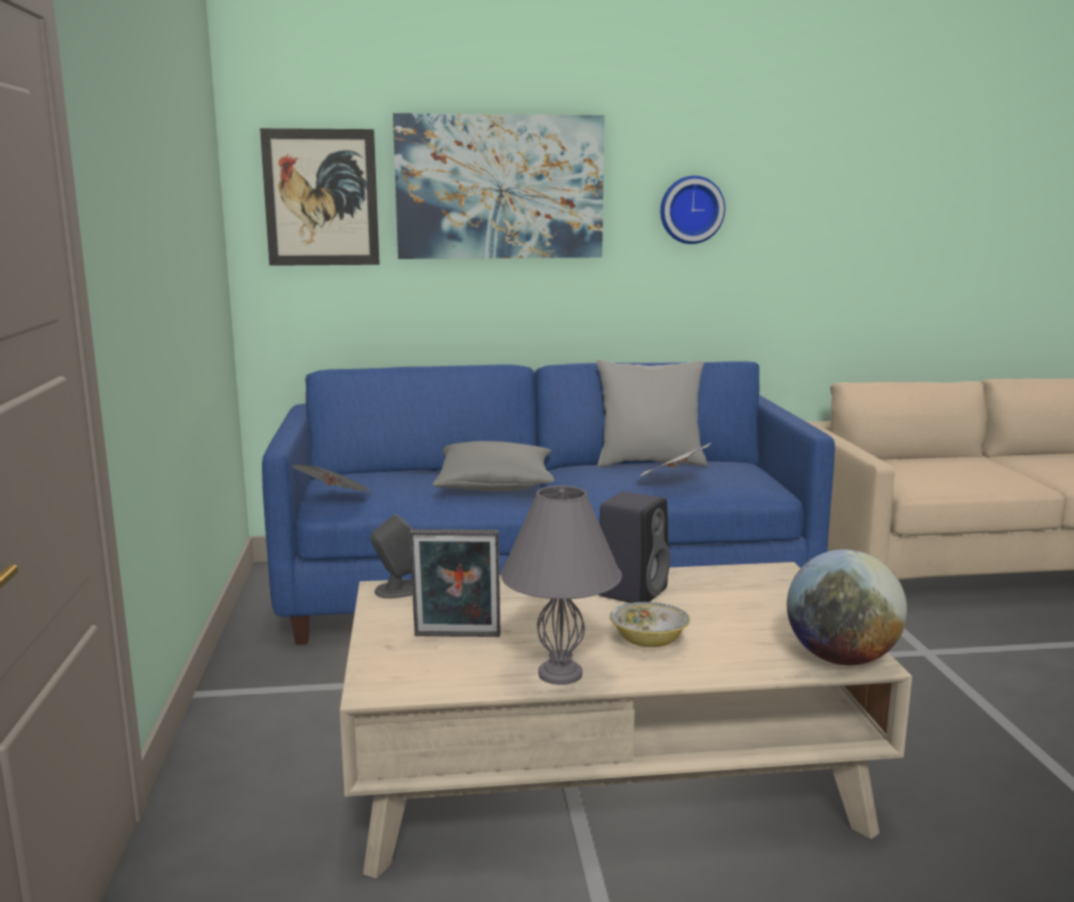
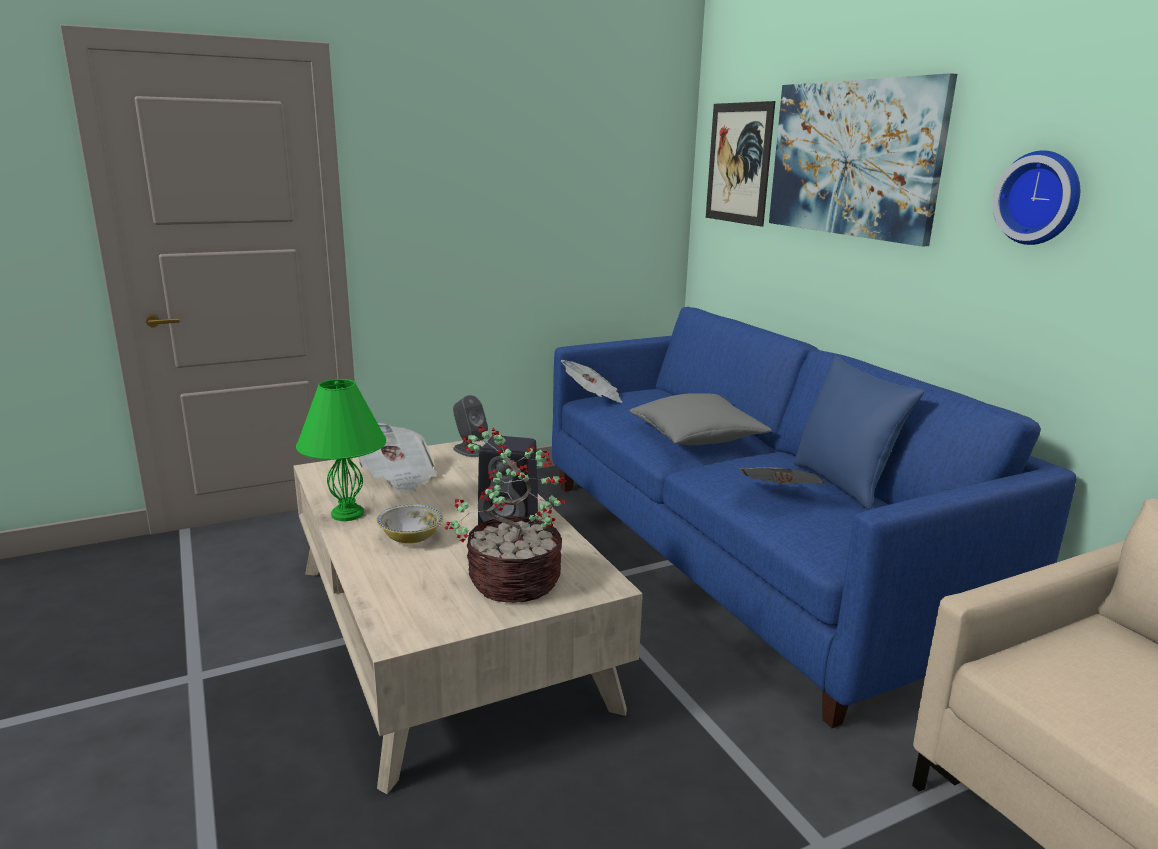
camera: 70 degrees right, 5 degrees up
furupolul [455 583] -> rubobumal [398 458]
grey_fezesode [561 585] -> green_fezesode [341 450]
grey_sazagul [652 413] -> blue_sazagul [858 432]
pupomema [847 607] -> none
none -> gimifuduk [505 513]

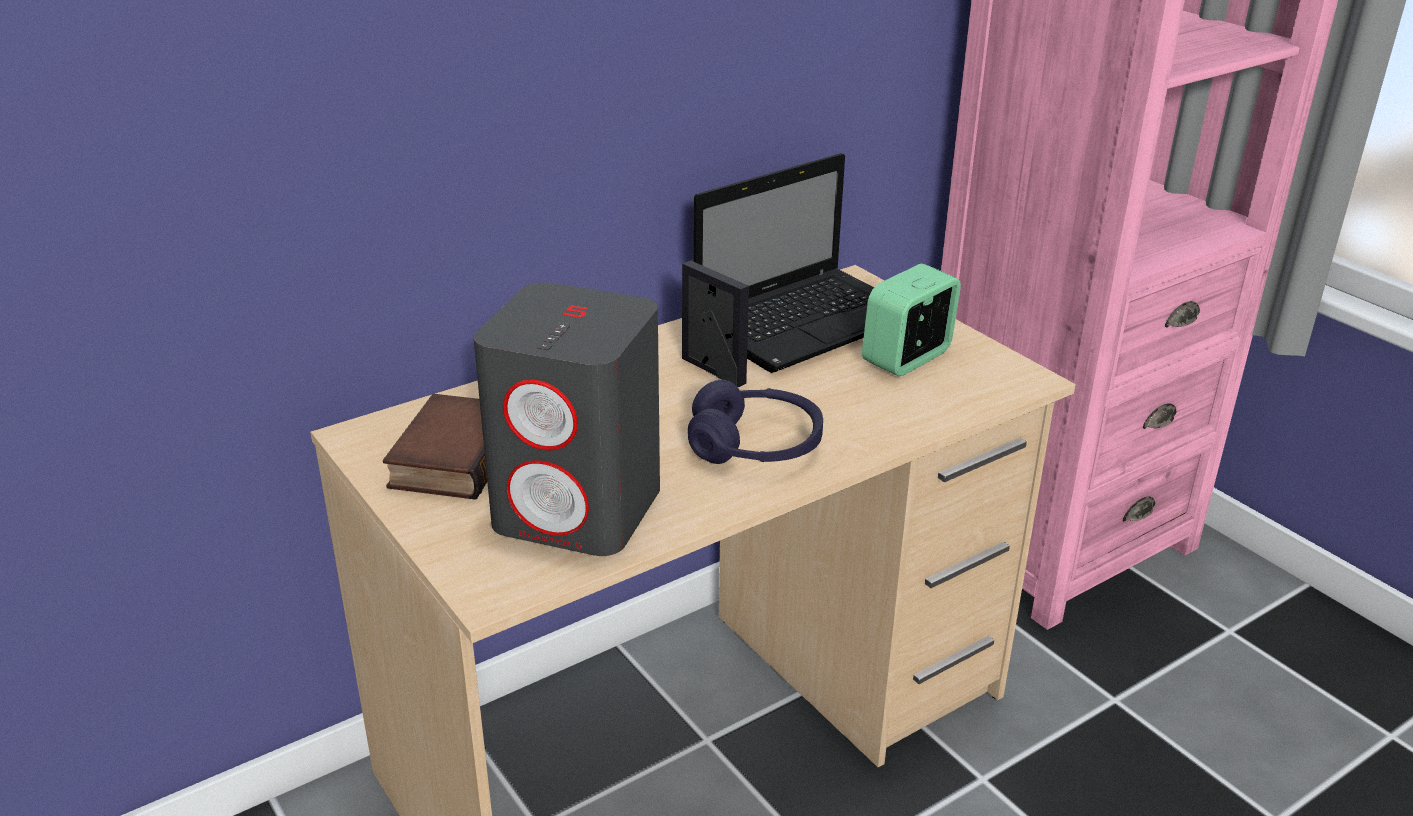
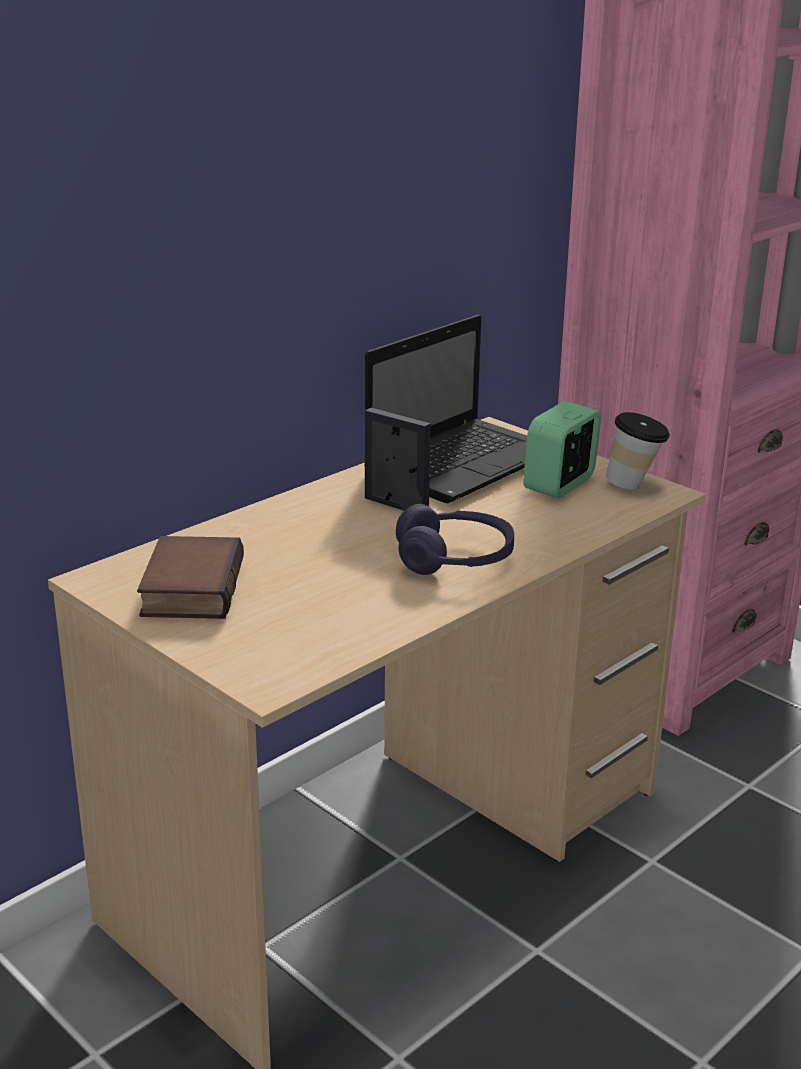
camera: 10 degrees left, 5 degrees down
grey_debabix [567 419] -> none
none -> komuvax [638 450]

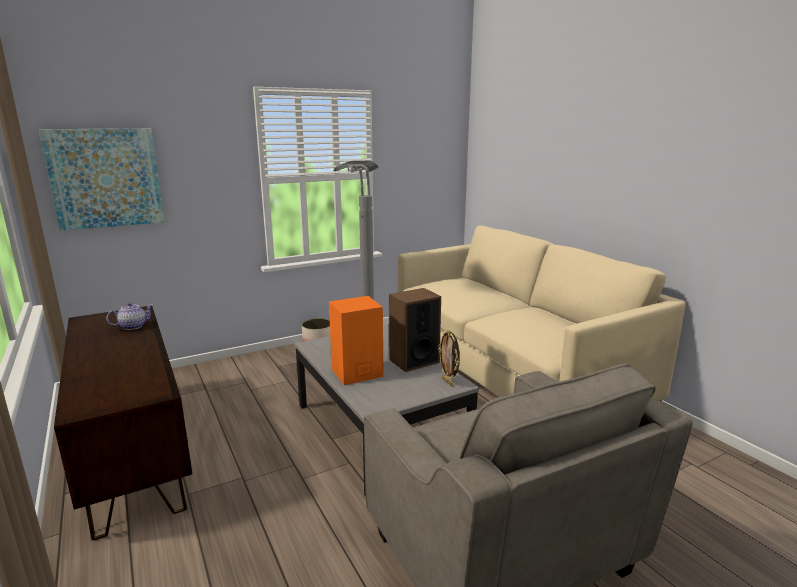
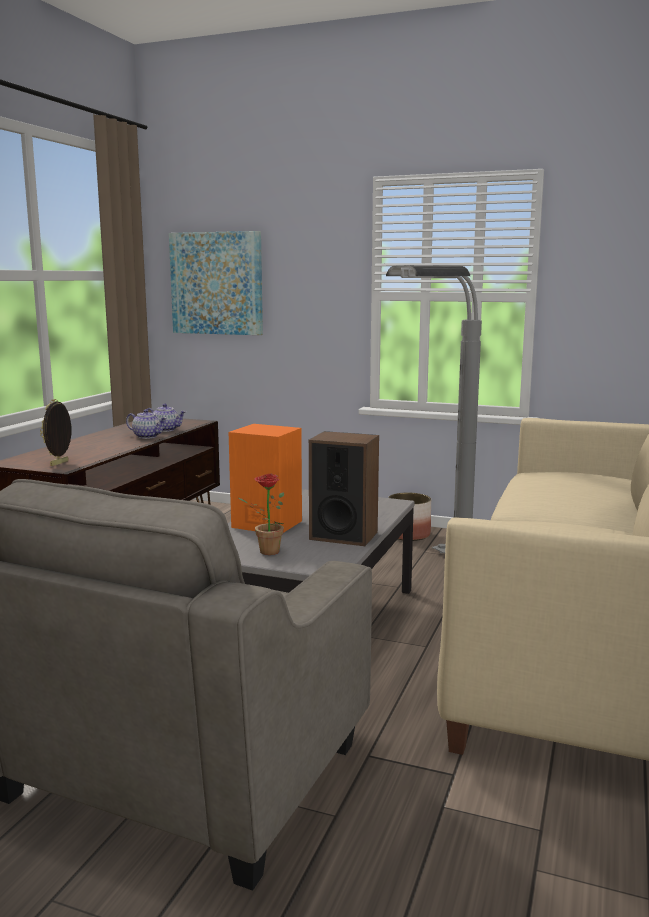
camera: 50 degrees right, 5 degrees down
furupolul [449 358] -> furupolul [56 432], moved
none -> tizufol [146 424]
none -> gimifuduk [261 514]

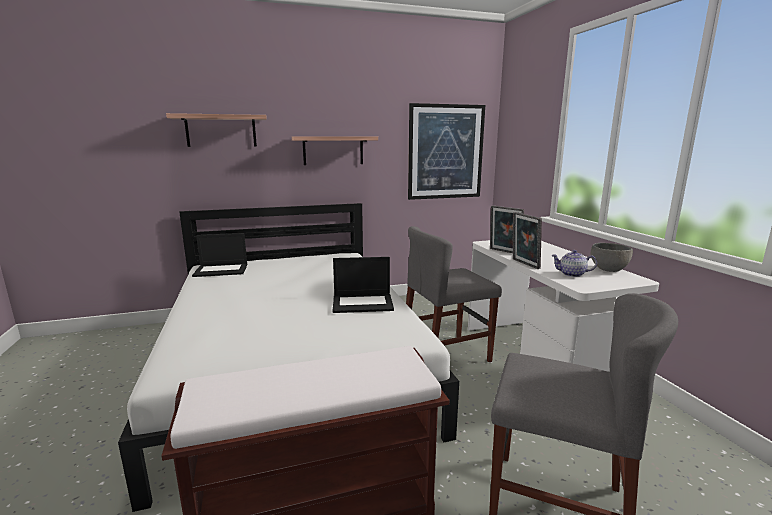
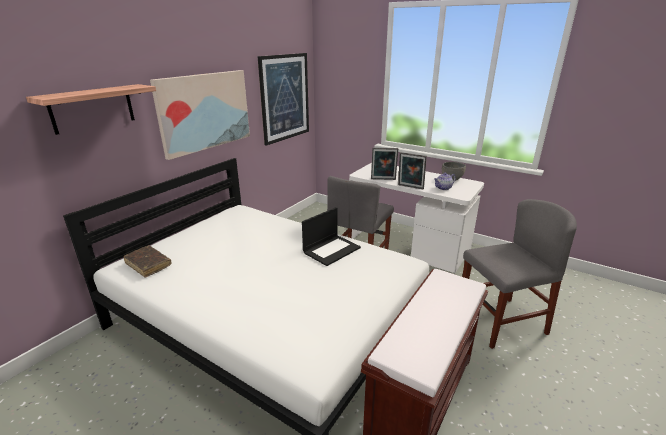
camera: 40 degrees left, 10 degrees up
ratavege [220 255] -> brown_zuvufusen [147 262]
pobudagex [335 150] -> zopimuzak [200 115]

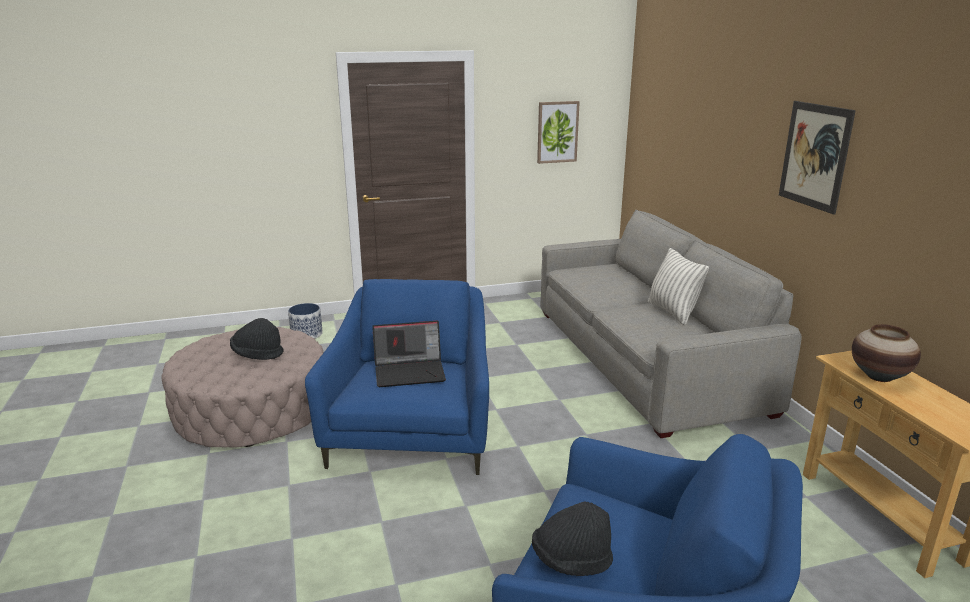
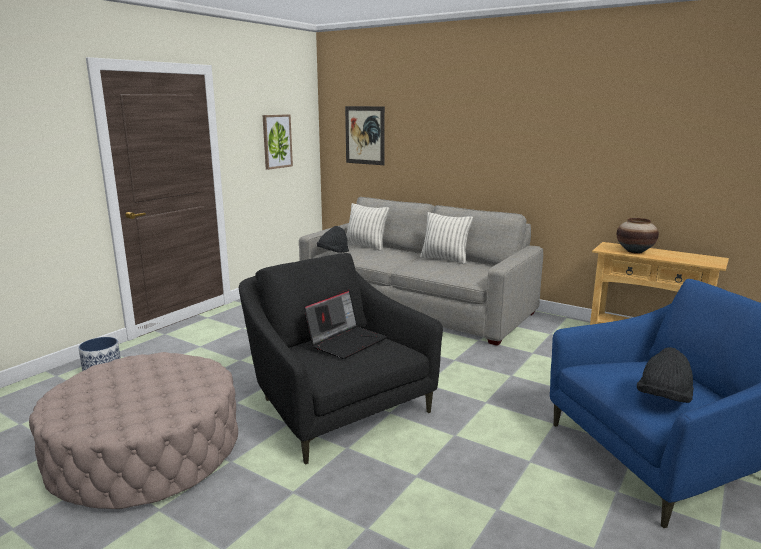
camera: 40 degrees left, 5 degrees down
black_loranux [257 339] -> black_loranux [333 239], moved
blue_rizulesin [397 377] -> black_rizulesin [341 359]
zopimuzak [817 158] -> zopimuzak [365 135], moved
none -> sazagul [367 227]

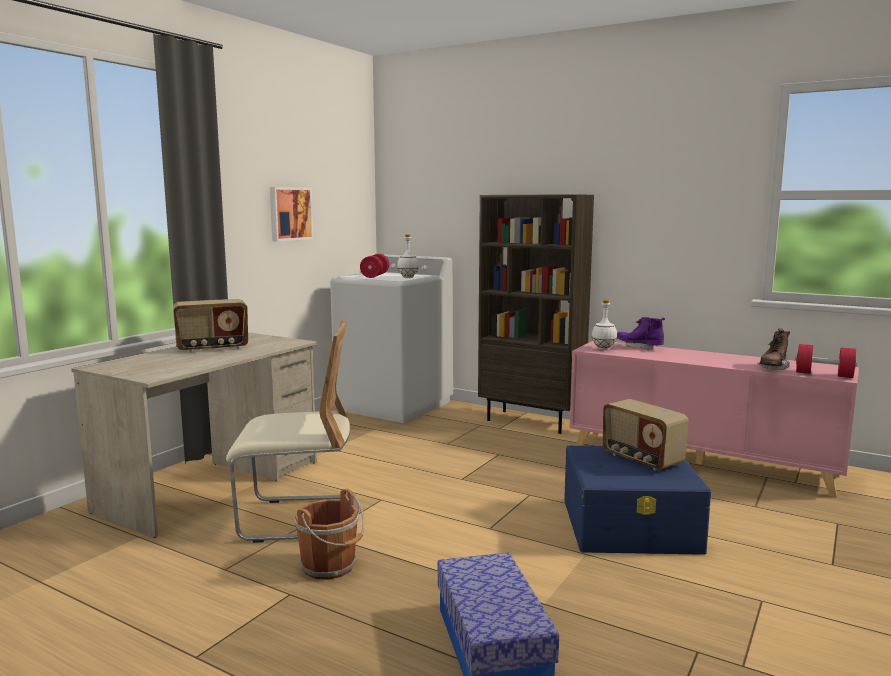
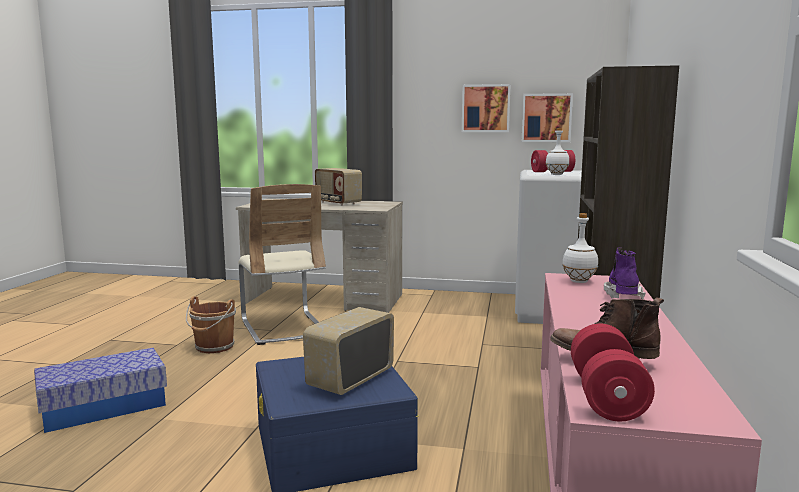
camera: 70 degrees right, 0 degrees up
none -> zopimuzak [547 117]

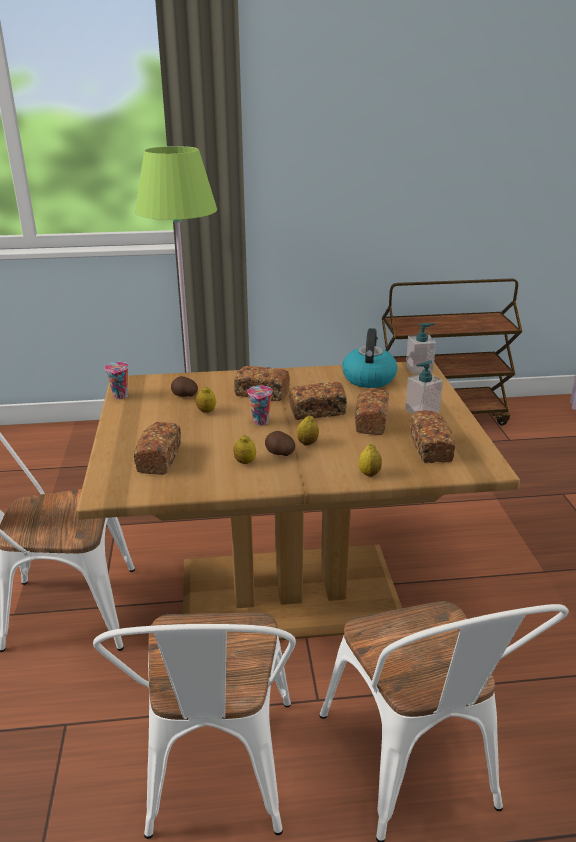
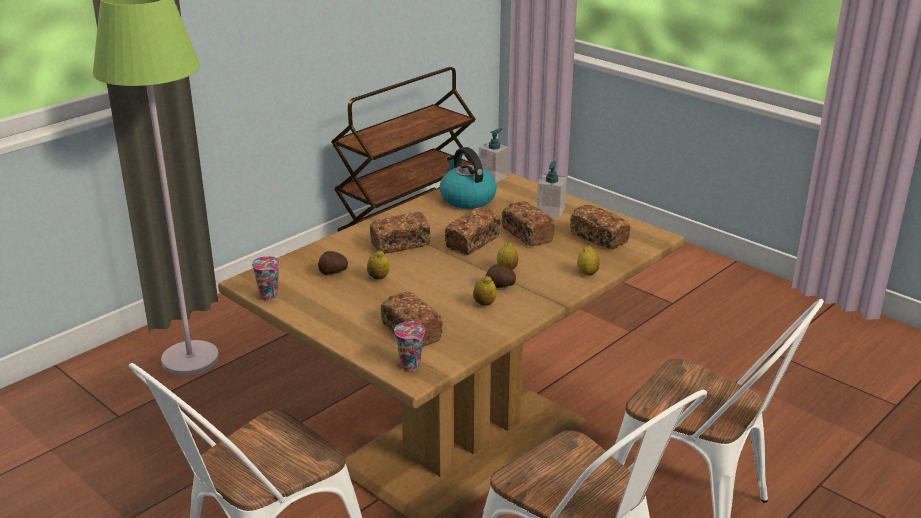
camera: 40 degrees left, 0 degrees up
komuvax [260 405] -> komuvax [409 346], moved

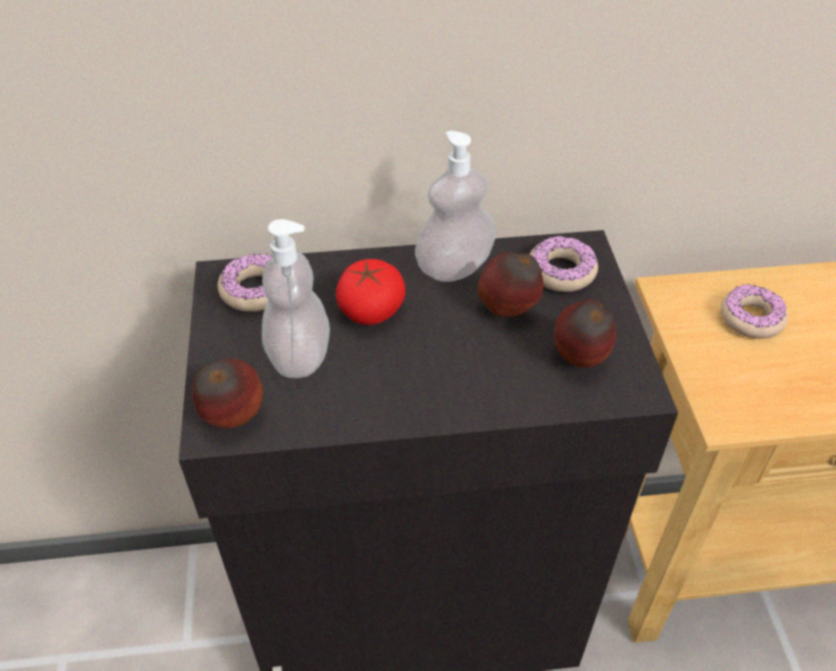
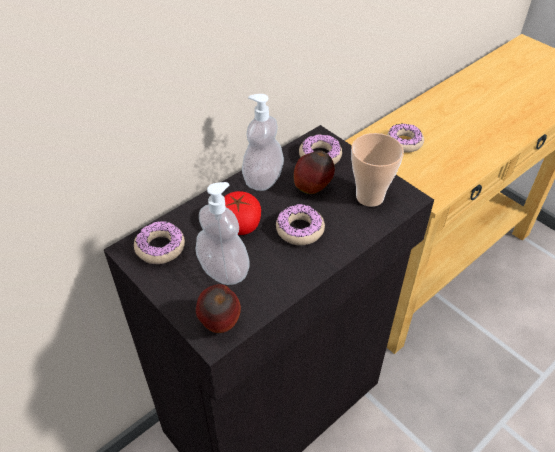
camera: 35 degrees left, 0 degrees up
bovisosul [585 334] -> komuvax [377 170]
none -> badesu [300 224]

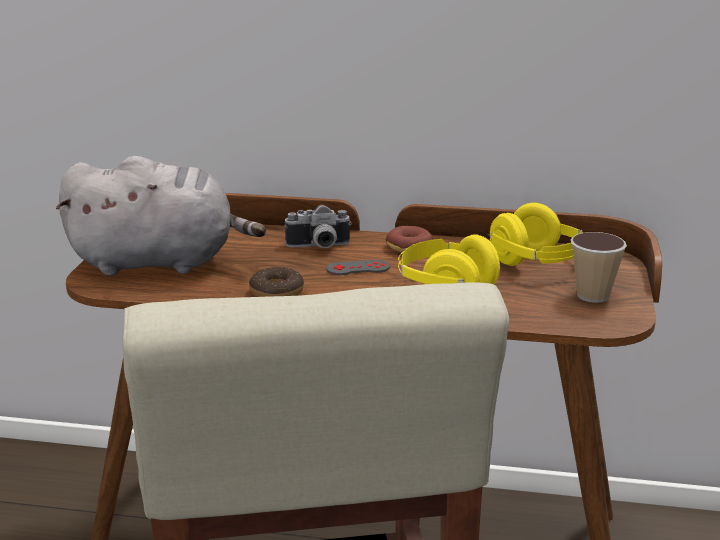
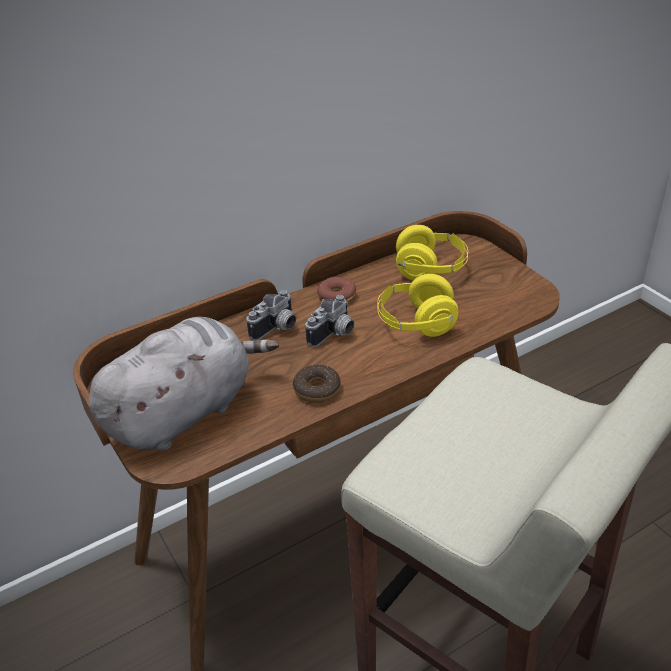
camera: 40 degrees left, 15 degrees up
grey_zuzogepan [358 267] -> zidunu [330 321]
komuvax [599 267] -> none

